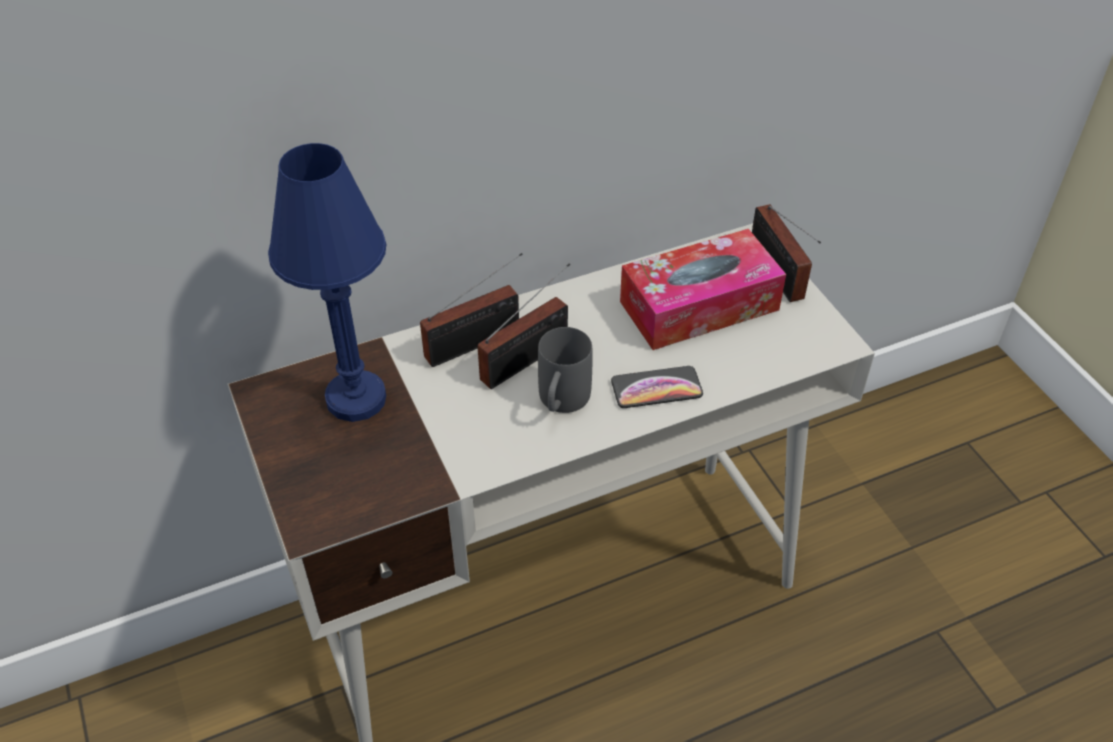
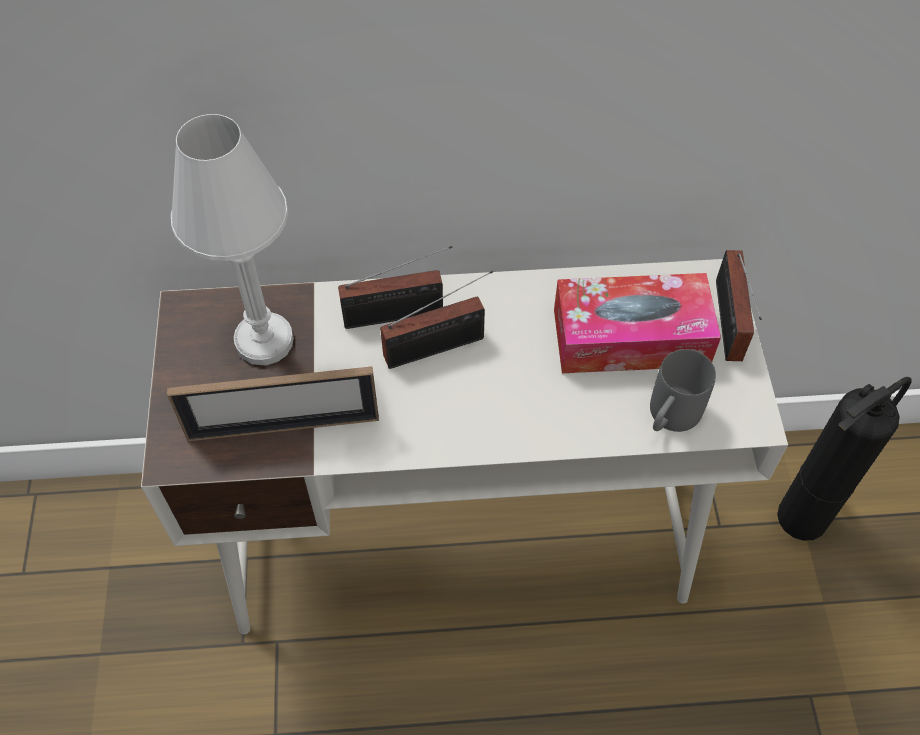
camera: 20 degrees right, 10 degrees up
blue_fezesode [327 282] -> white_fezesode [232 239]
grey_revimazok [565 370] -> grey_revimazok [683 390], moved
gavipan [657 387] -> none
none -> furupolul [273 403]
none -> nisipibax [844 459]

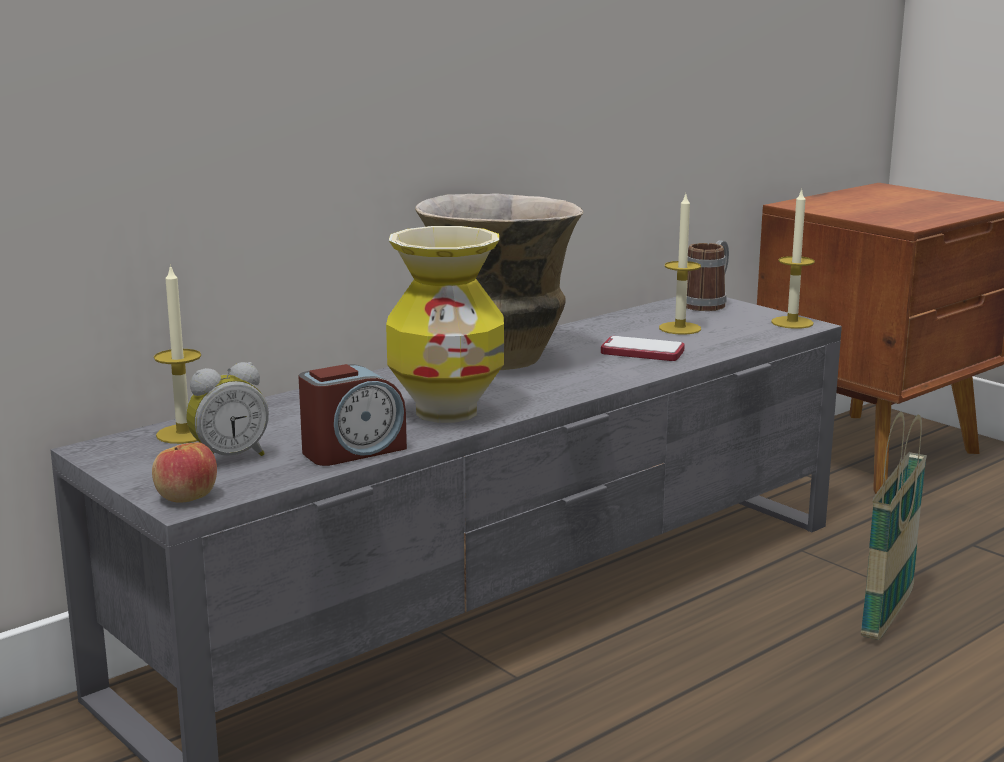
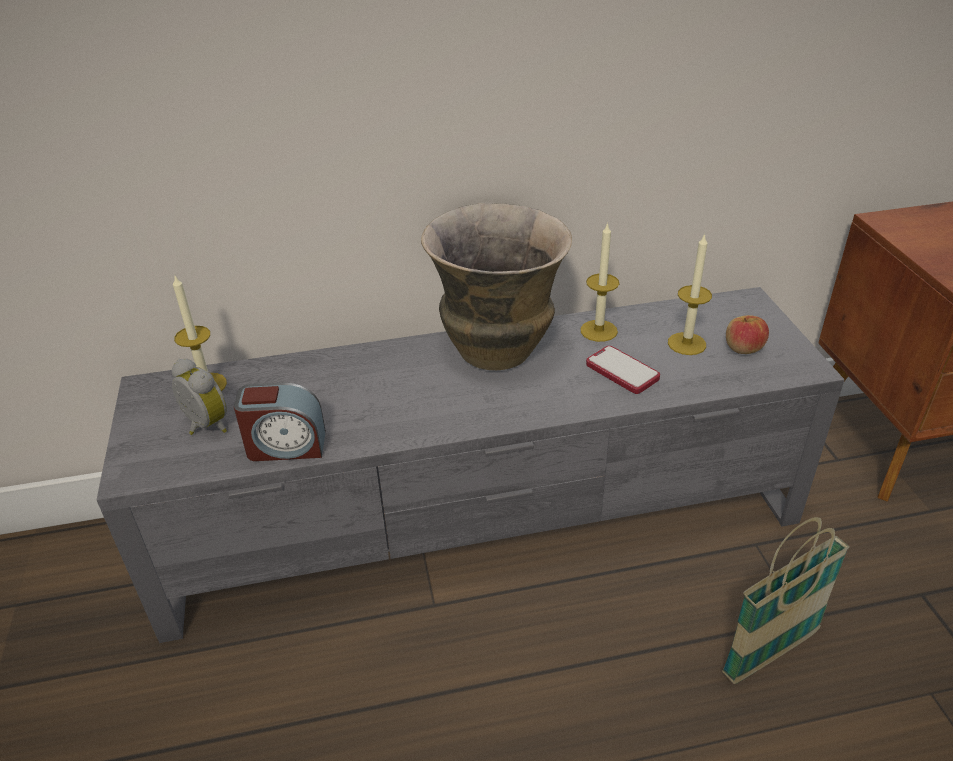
camera: 30 degrees right, 20 degrees up
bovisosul [184 472] -> bovisosul [747 334], moved
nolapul [227 409] -> nolapul [199 397], 135 degrees counterclockwise
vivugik [445 324] -> none
revimazok [707 275] -> none
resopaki [793 258] -> resopaki [599 282], moved

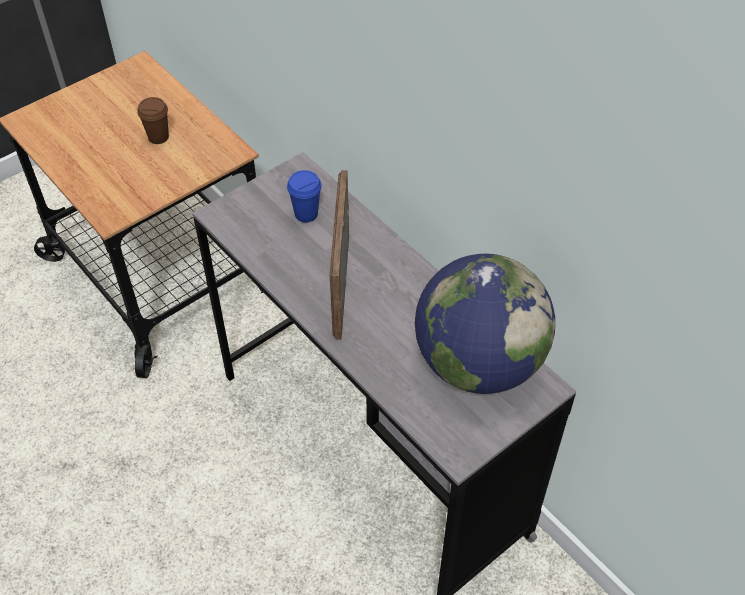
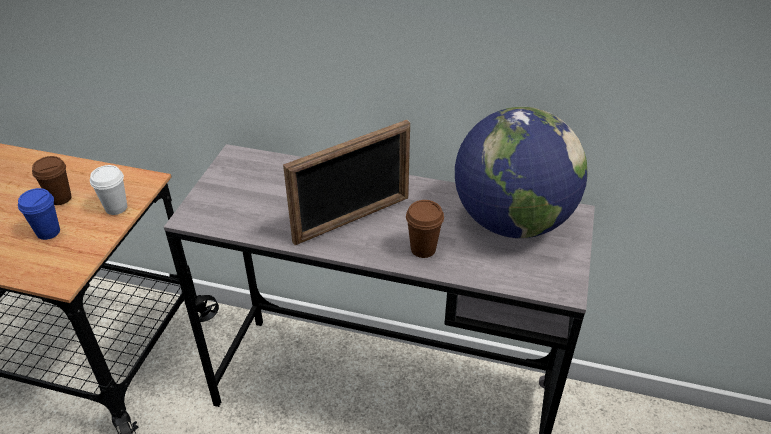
camera: 35 degrees left, 10 degrees down
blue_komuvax [304 196] -> blue_komuvax [39 214], moved
furupolul [339 255] -> furupolul [346 182], 90 degrees counterclockwise
none -> white_komuvax [108 190]
none -> brown_komuvax [425 229]

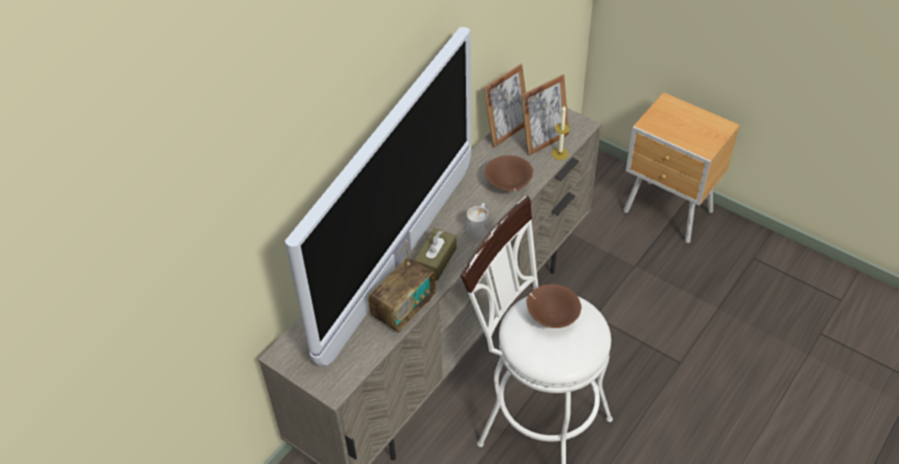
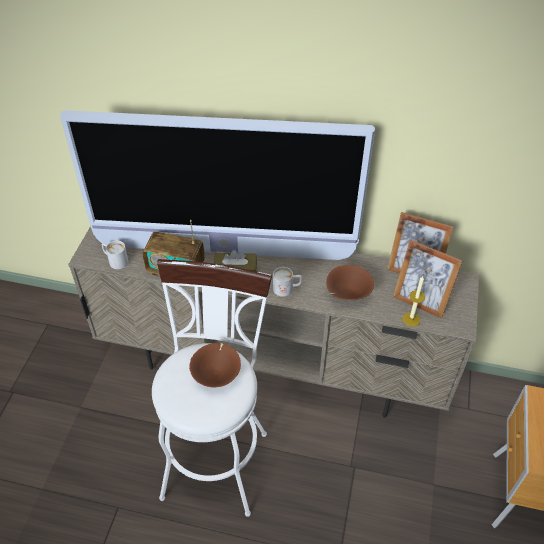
camera: 65 degrees right, 0 degrees up
none -> white_revimazok [115 255]

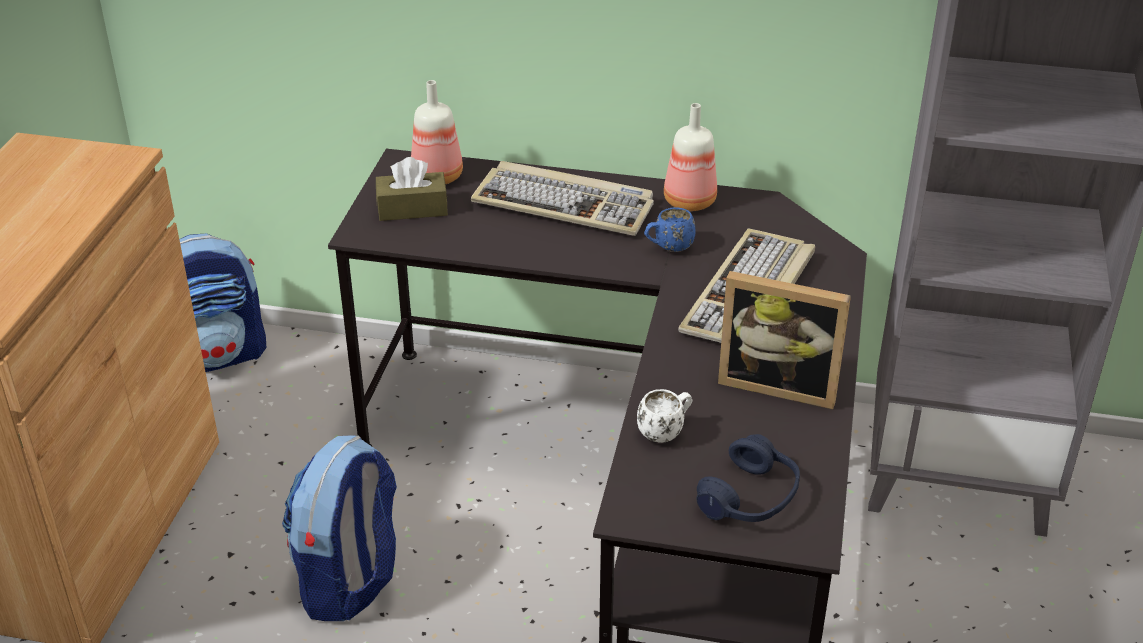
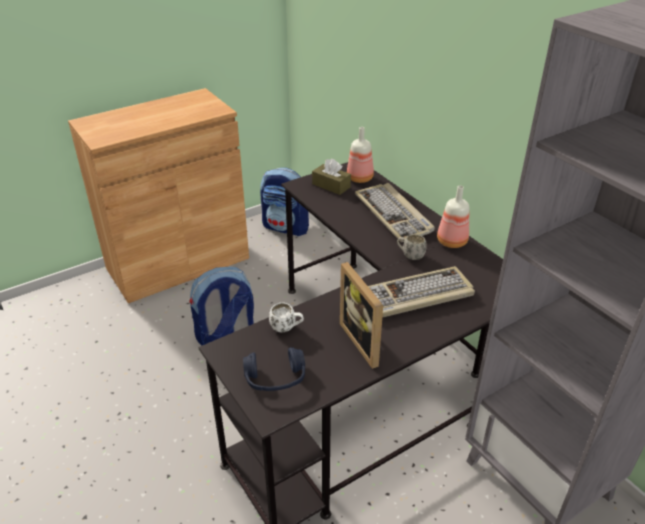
camera: 45 degrees right, 0 degrees up
blue_revimazok [670 229] -> white_revimazok [412 247]

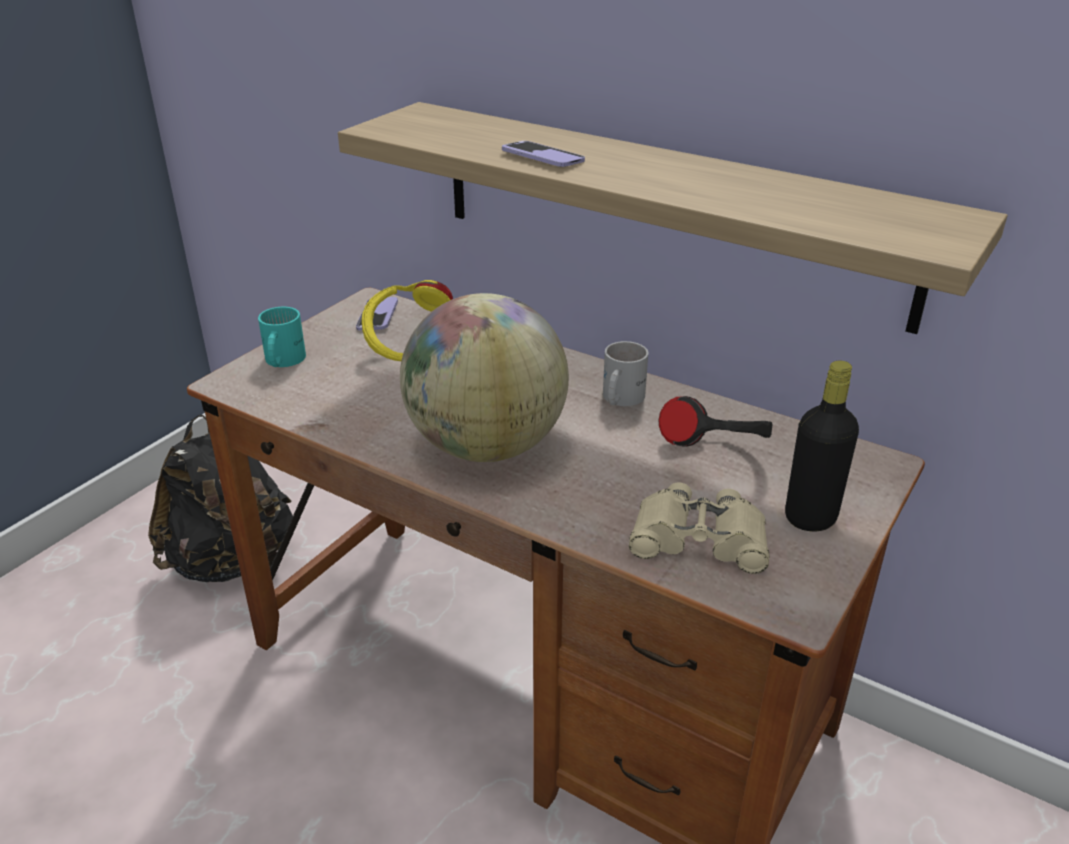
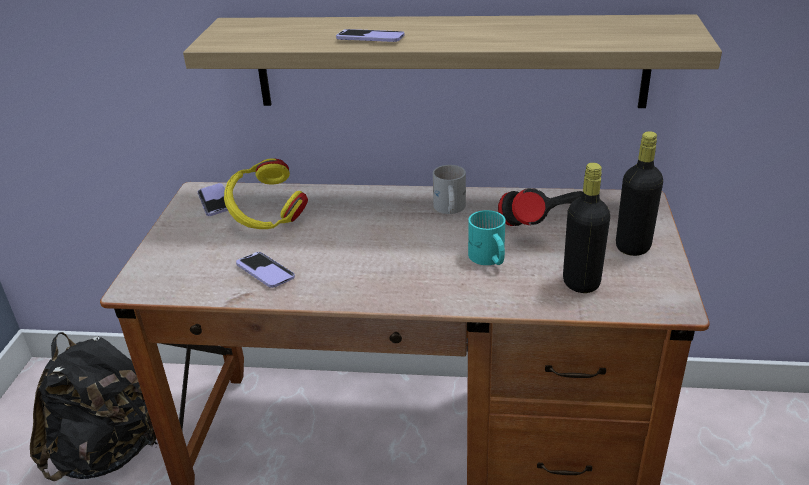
camera: 25 degrees left, 0 degrees up
turquoise_revimazok [282 337] -> turquoise_revimazok [486 237], moved
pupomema [484 377] -> none
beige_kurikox [699 528] -> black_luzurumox [586 228]
none -> gavipan [265 270]

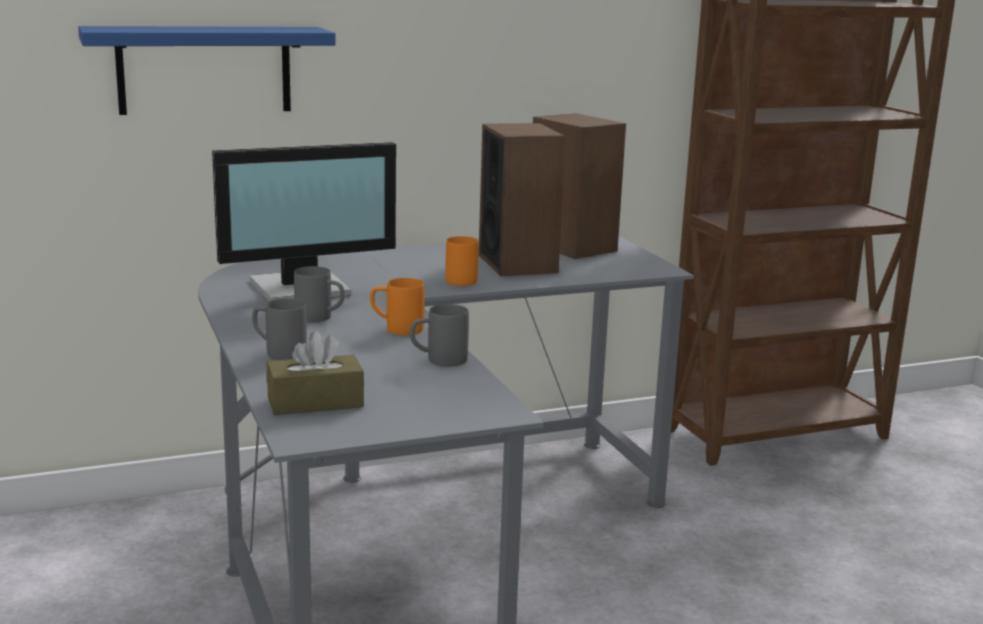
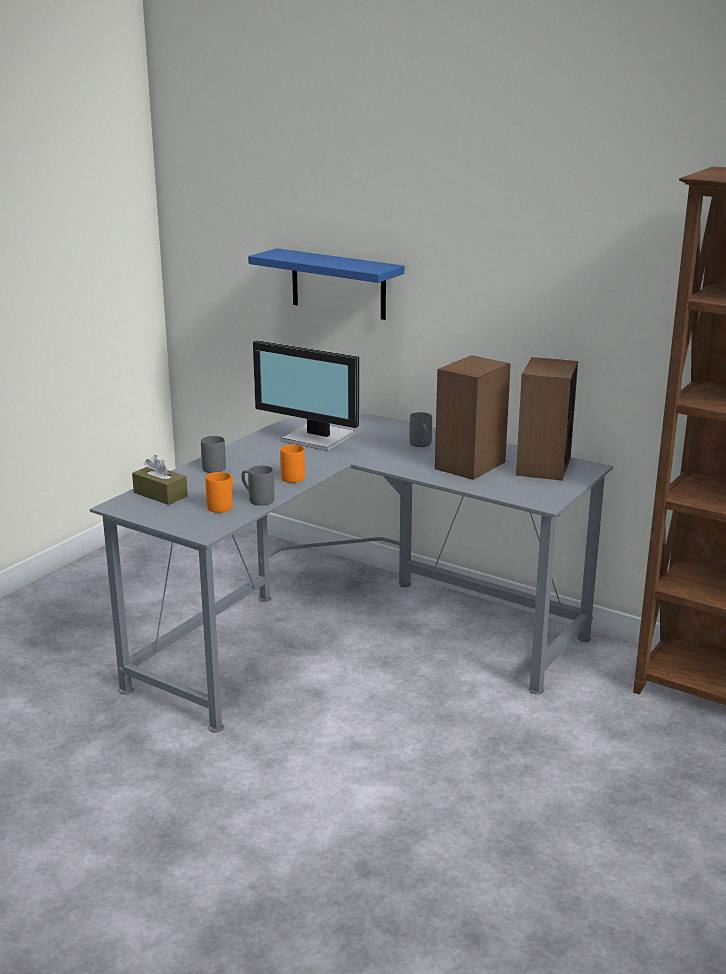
camera: 55 degrees right, 5 degrees up
grey_revimazok [319 294] -> grey_revimazok [420 429], moved
orange_revimazok [462 261] -> orange_revimazok [219 492], moved

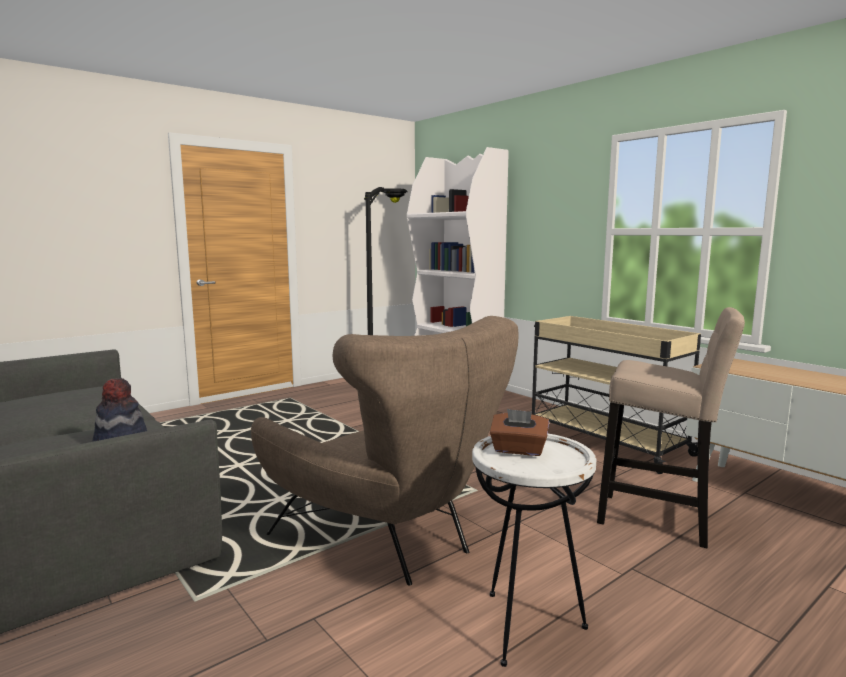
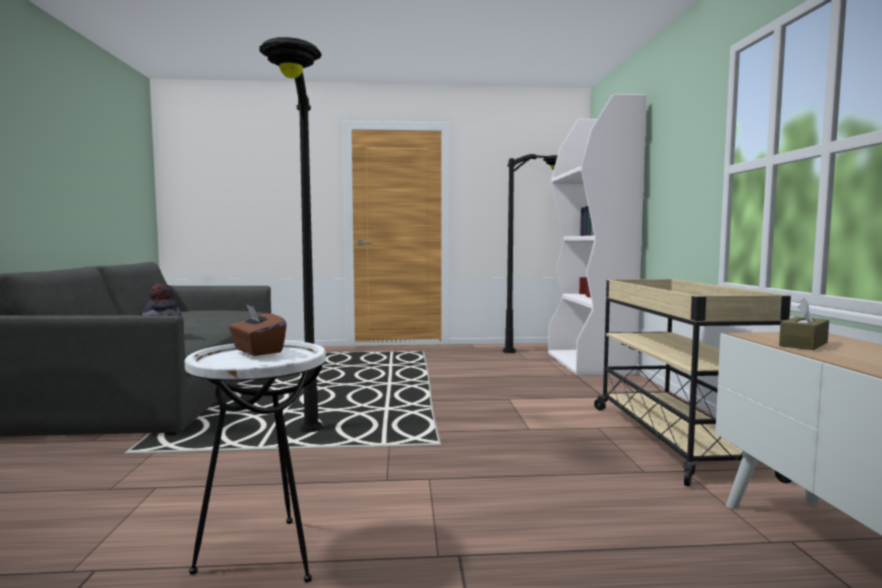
camera: 35 degrees right, 5 degrees down
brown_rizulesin [384 450] -> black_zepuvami [291 234]
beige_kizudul [671 427] -> none
none -> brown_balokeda [804 324]

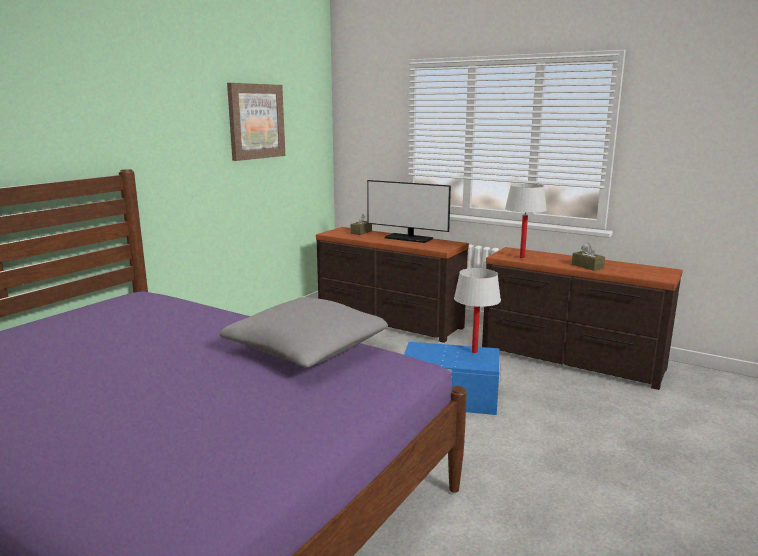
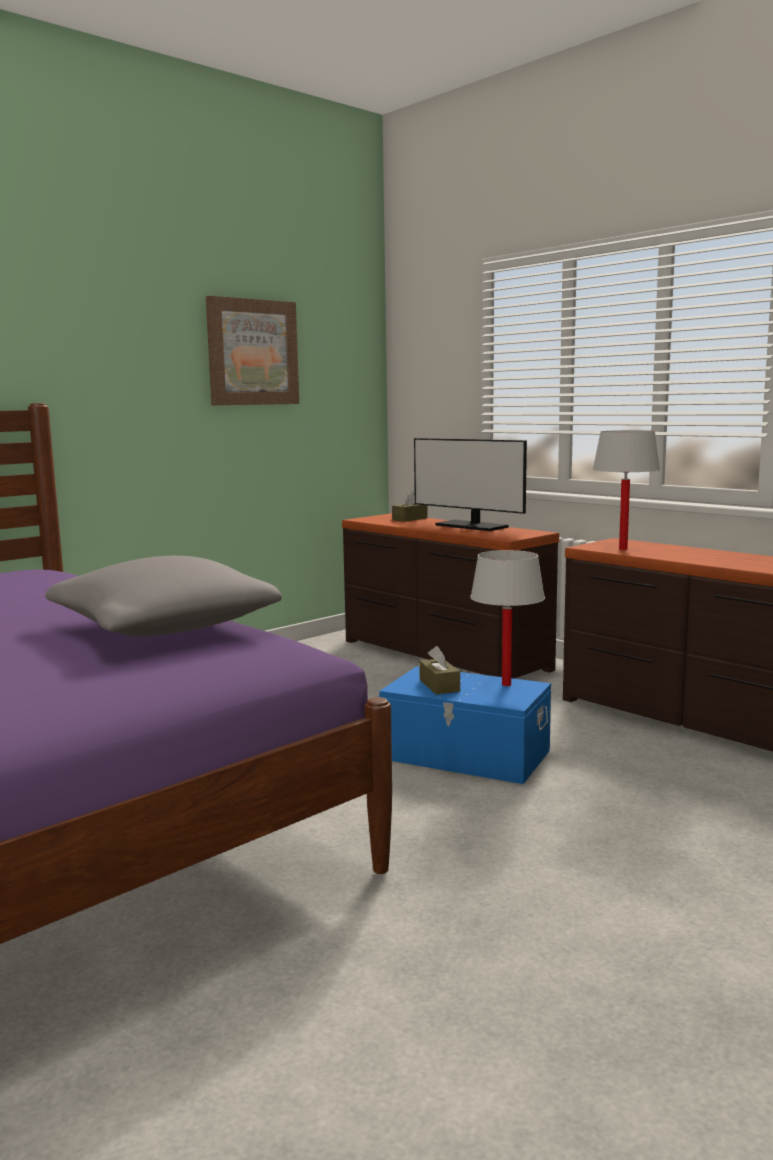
camera: 15 degrees right, 5 degrees down
brown_balokeda [588 257] -> brown_balokeda [439 670], moved

